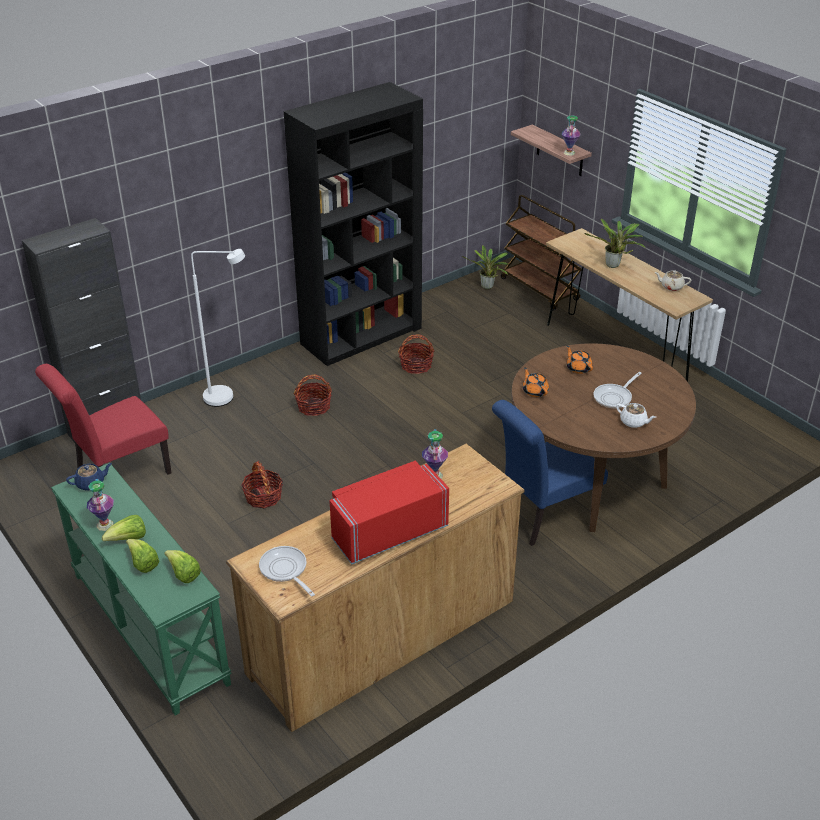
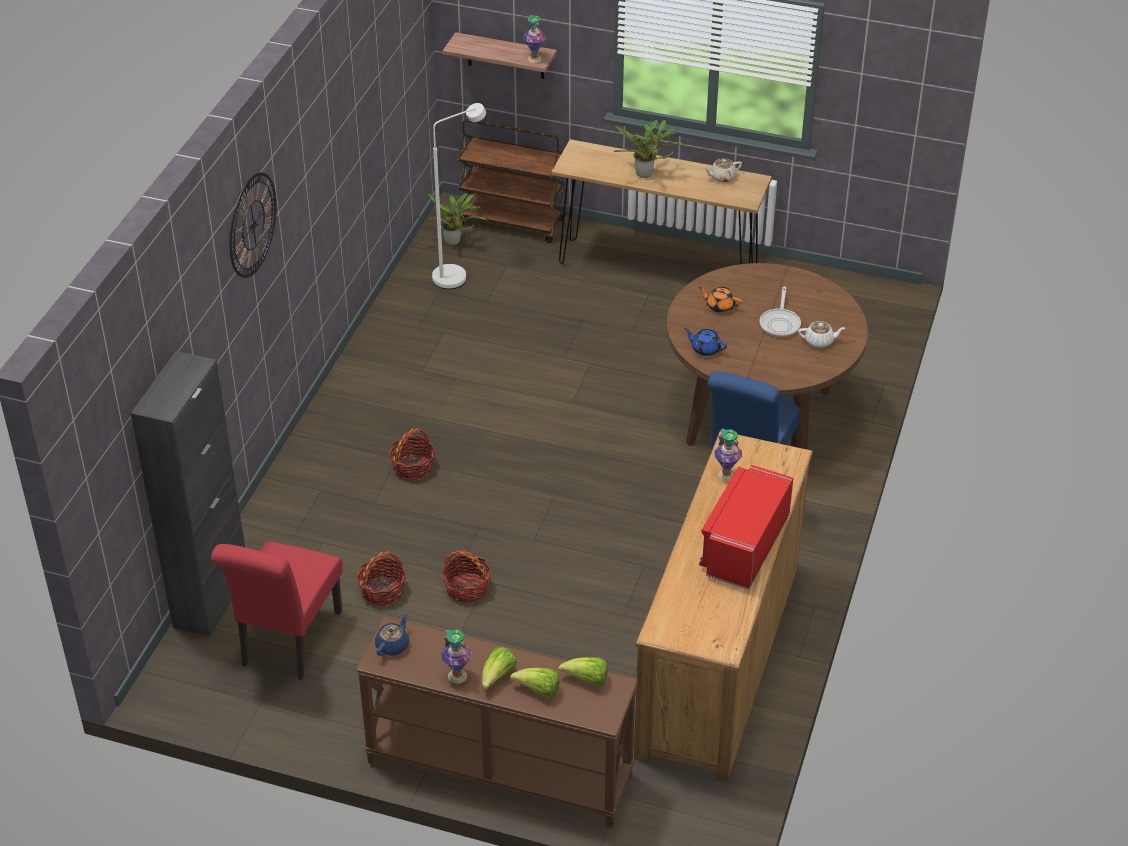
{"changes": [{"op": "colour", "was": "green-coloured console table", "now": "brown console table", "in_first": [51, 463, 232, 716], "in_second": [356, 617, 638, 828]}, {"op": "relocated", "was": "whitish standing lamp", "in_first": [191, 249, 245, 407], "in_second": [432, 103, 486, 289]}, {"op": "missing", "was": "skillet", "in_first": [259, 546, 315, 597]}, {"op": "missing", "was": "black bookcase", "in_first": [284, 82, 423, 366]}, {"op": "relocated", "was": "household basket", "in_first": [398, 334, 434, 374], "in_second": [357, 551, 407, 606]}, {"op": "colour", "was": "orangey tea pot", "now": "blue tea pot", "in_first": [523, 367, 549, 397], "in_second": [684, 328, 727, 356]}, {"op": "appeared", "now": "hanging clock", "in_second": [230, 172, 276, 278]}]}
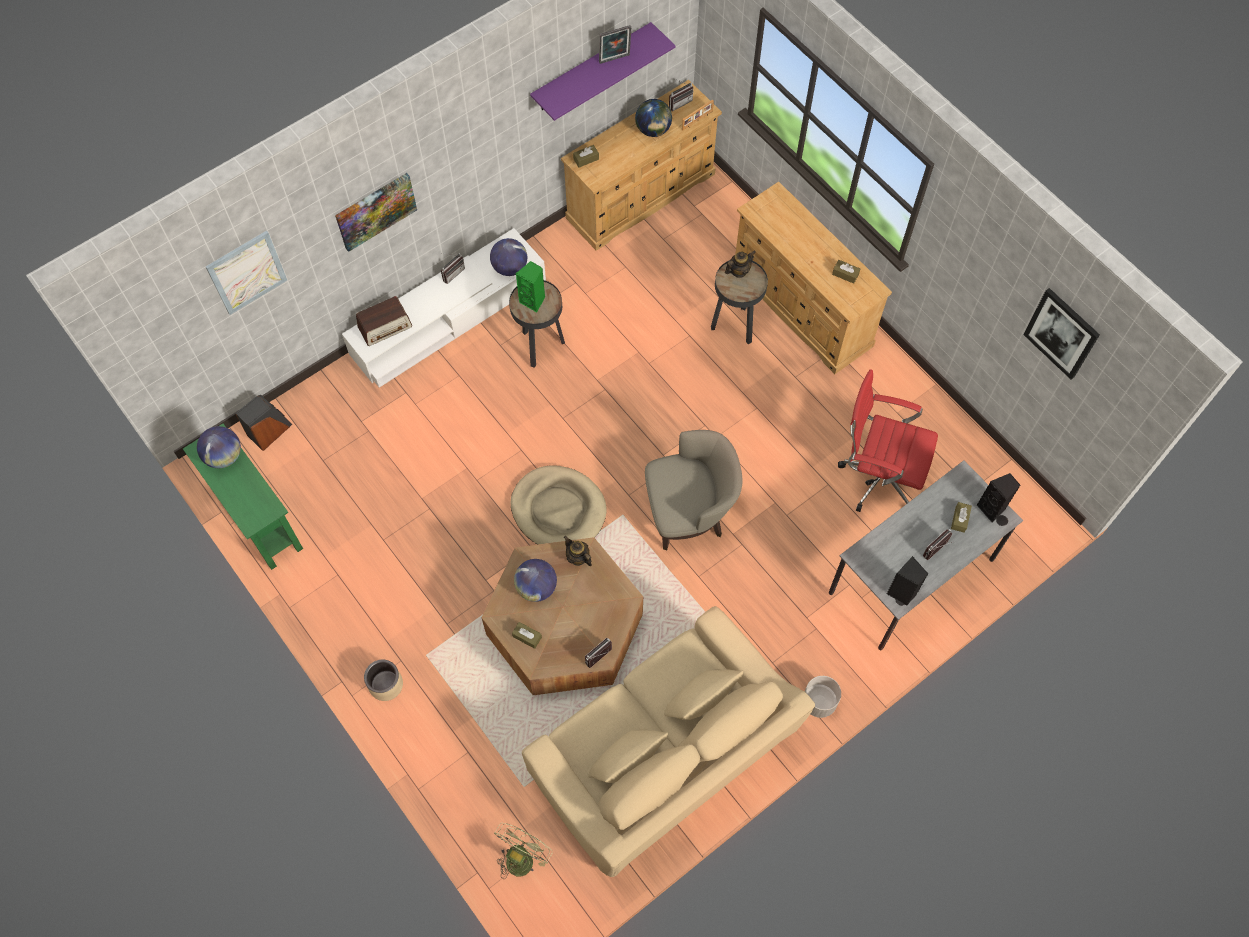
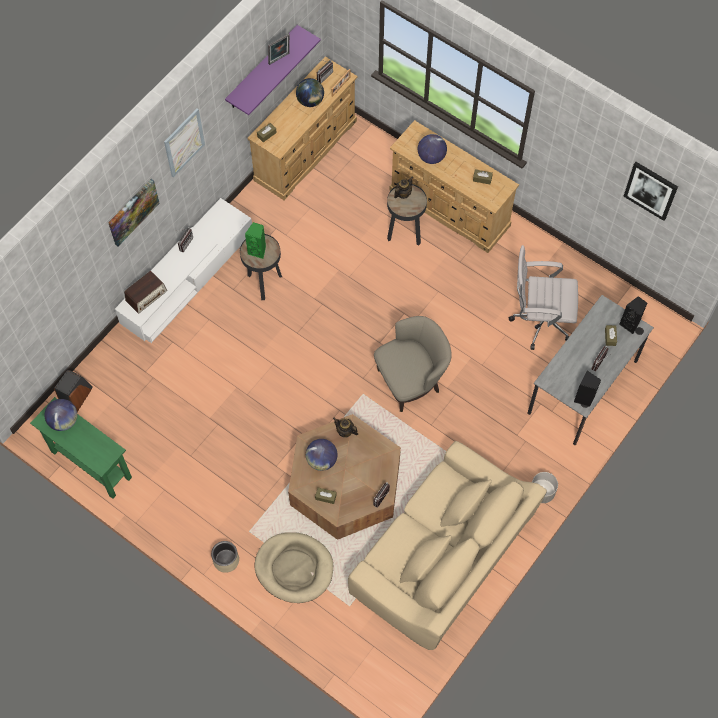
{"changes": [{"op": "relocated", "was": "wall picture", "in_first": [206, 231, 287, 315], "in_second": [164, 108, 205, 177]}, {"op": "relocated", "was": "globe", "in_first": [490, 238, 527, 276], "in_second": [418, 134, 447, 164]}, {"op": "missing", "was": "green-coloured electric fan", "in_first": [494, 823, 553, 879]}, {"op": "relocated", "was": "beige dog bed", "in_first": [511, 465, 607, 545], "in_second": [254, 532, 333, 603]}, {"op": "colour", "was": "red computer chair", "now": "whitish computer chair", "in_first": [838, 369, 938, 512], "in_second": [509, 245, 578, 350]}]}
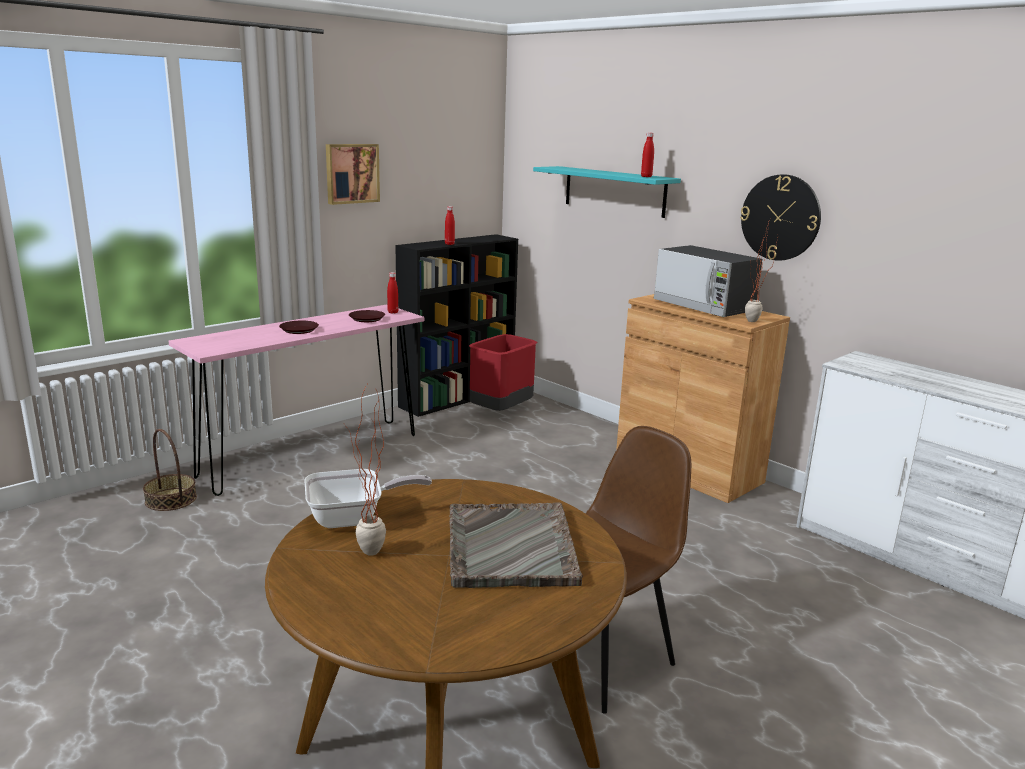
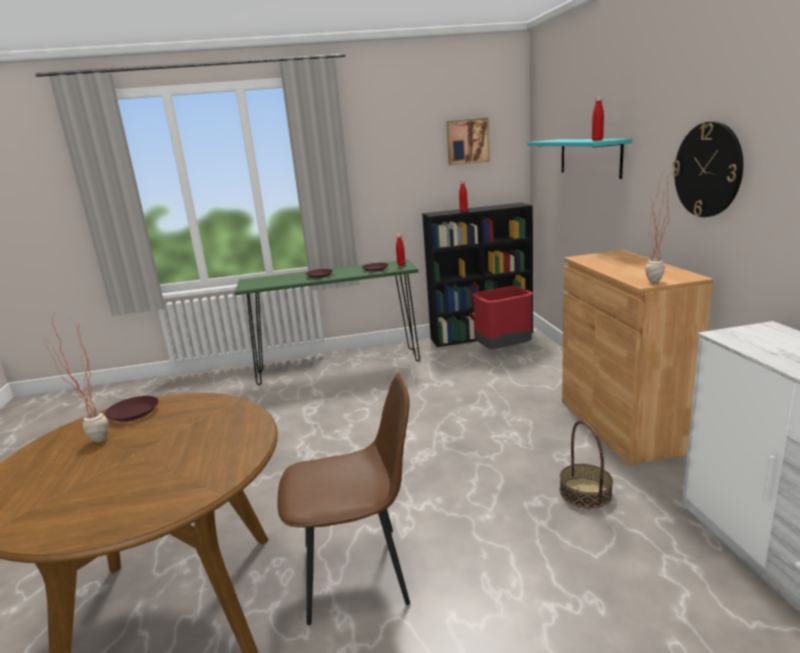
{"changes": [{"op": "relocated", "was": "household basket", "in_first": [143, 429, 197, 511], "in_second": [560, 420, 613, 509]}, {"op": "colour", "was": "pink console table", "now": "green-coloured console table", "in_first": [168, 305, 424, 496], "in_second": [235, 259, 420, 385]}, {"op": "exchanged", "was": "skillet", "now": "brown flat dish", "in_first": [304, 469, 432, 528], "in_second": [105, 396, 159, 422]}, {"op": "relocated", "was": "wall picture", "in_first": [326, 144, 380, 205], "in_second": [447, 118, 490, 165]}, {"op": "missing", "was": "greyish carrying tray", "in_first": [449, 503, 583, 588]}, {"op": "missing", "was": "kitchen microwave", "in_first": [654, 245, 762, 317]}]}
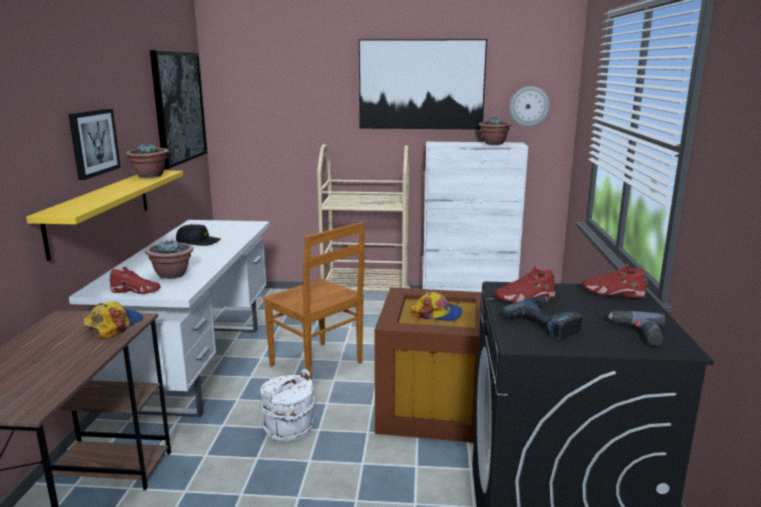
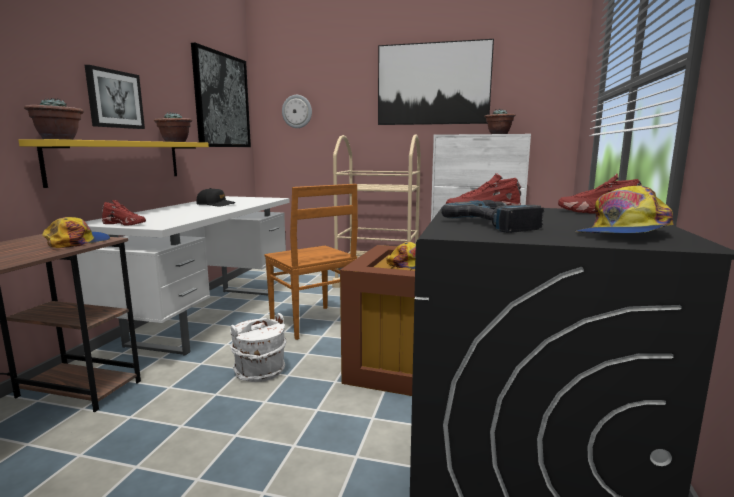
{"changes": [{"op": "relocated", "was": "plant in a pot", "in_first": [145, 239, 193, 279], "in_second": [24, 98, 84, 140]}, {"op": "relocated", "was": "hanging clock", "in_first": [510, 86, 550, 127], "in_second": [282, 95, 312, 128]}, {"op": "exchanged", "was": "electric drill", "now": "baseball cap", "in_first": [608, 311, 665, 346], "in_second": [575, 186, 674, 234]}]}
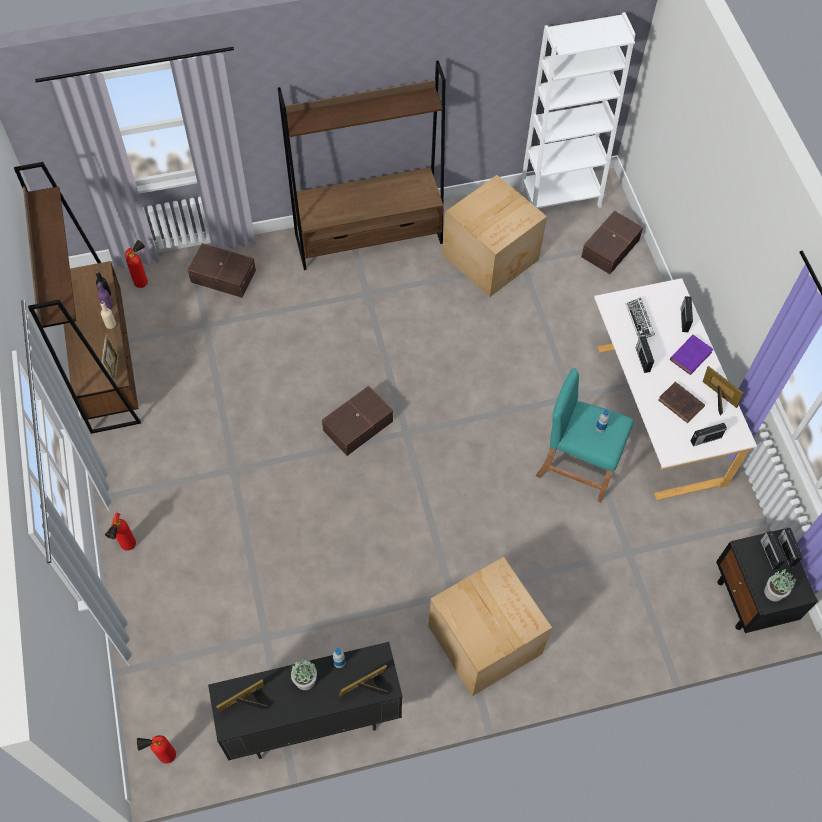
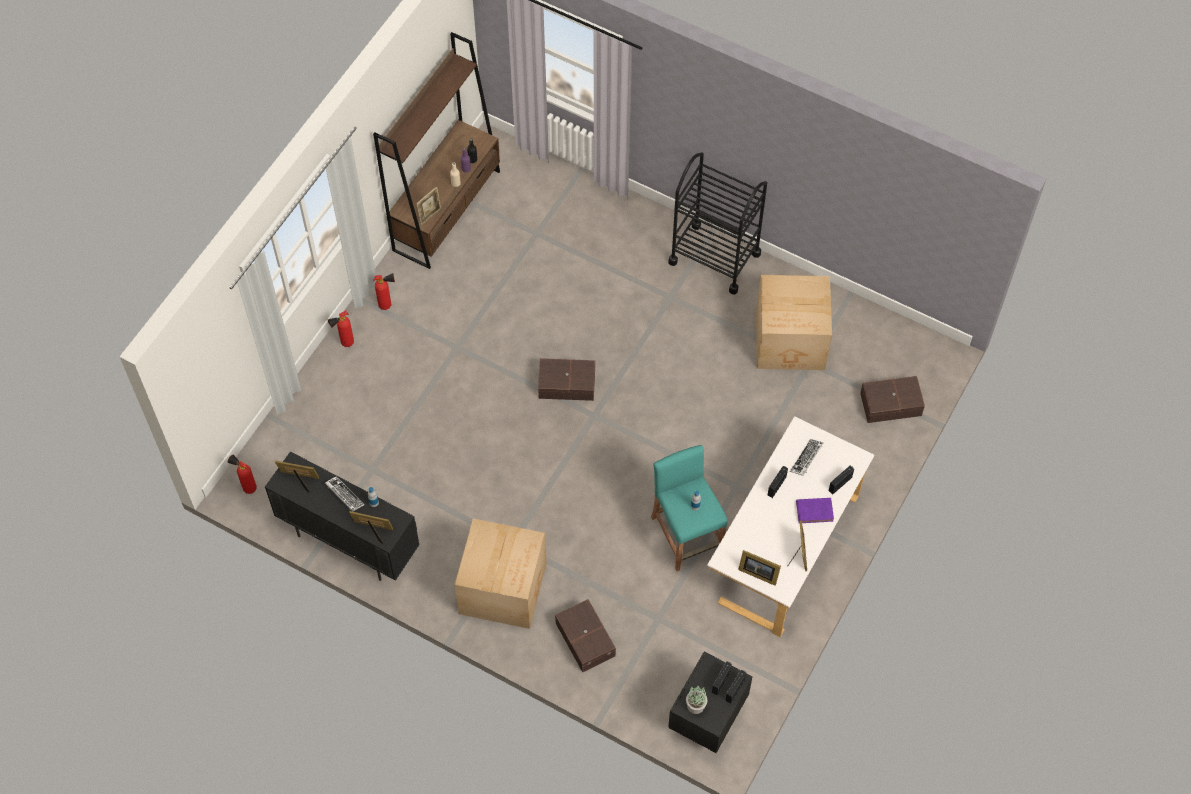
{"changes": [{"op": "relocated", "was": "fire-fighting cylinder", "in_first": [125, 240, 148, 288], "in_second": [373, 273, 395, 310]}, {"op": "relocated", "was": "brown storage container", "in_first": [188, 243, 256, 298], "in_second": [555, 599, 616, 672]}, {"op": "exchanged", "was": "brown bookcase", "now": "black trolley", "in_first": [278, 60, 446, 270], "in_second": [668, 152, 767, 294]}, {"op": "exchanged", "was": "plant in a pot", "now": "PC keyboard", "in_first": [291, 658, 317, 690], "in_second": [325, 476, 365, 512]}, {"op": "missing", "was": "whitish bookcase", "in_first": [520, 12, 635, 209]}, {"op": "missing", "was": "brown volume", "in_first": [658, 382, 705, 423]}, {"op": "exchanged", "was": "radio set", "now": "picture frame", "in_first": [691, 423, 727, 446], "in_second": [738, 550, 781, 586]}]}
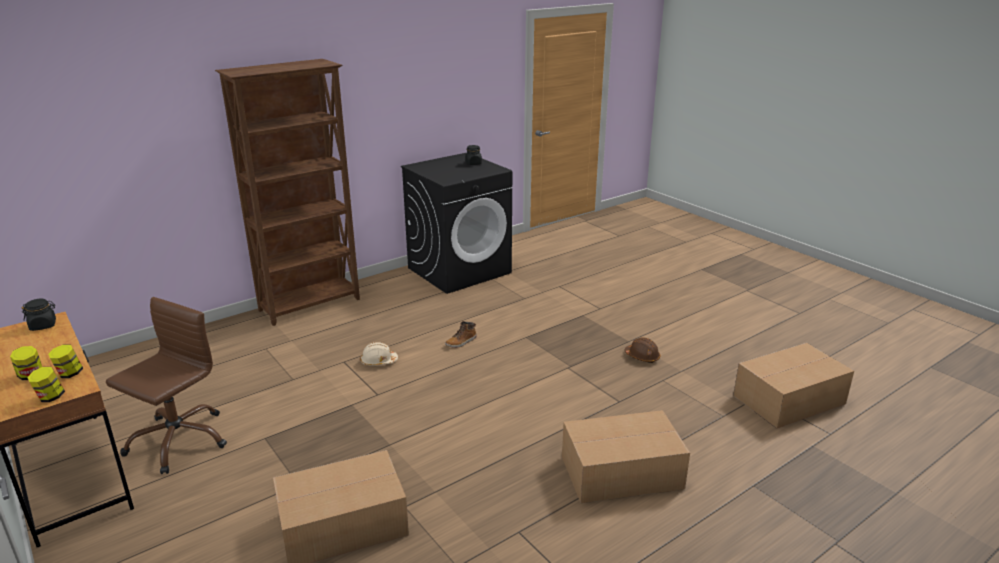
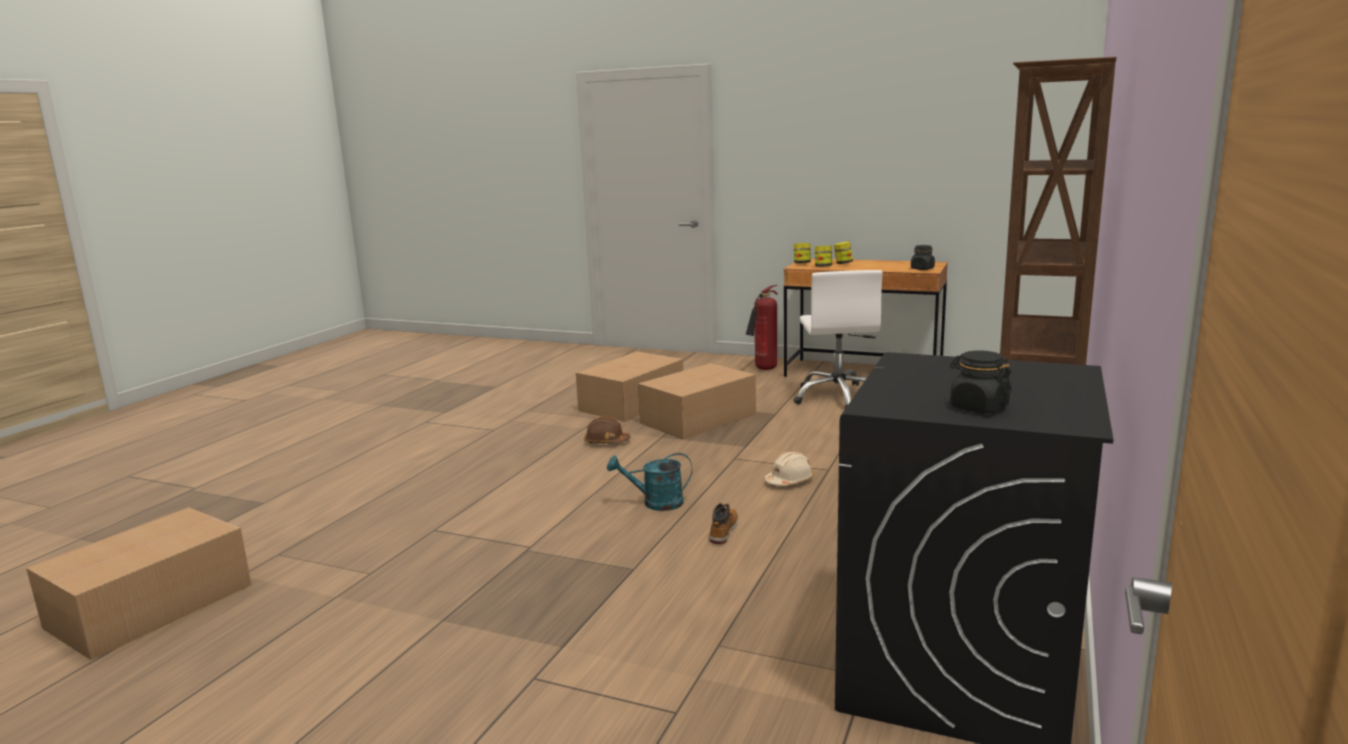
{"changes": [{"op": "colour", "was": "brown computer chair", "now": "whitish computer chair", "in_first": [106, 297, 227, 474], "in_second": [794, 270, 883, 408]}, {"op": "relocated", "was": "carton", "in_first": [562, 410, 690, 503], "in_second": [638, 363, 756, 439]}, {"op": "relocated", "was": "brown work helmet", "in_first": [624, 337, 660, 363], "in_second": [584, 416, 631, 443]}, {"op": "appeared", "now": "turquoise watering pot", "in_second": [607, 453, 692, 511]}, {"op": "appeared", "now": "fire-fighting cylinder", "in_second": [746, 285, 778, 370]}]}
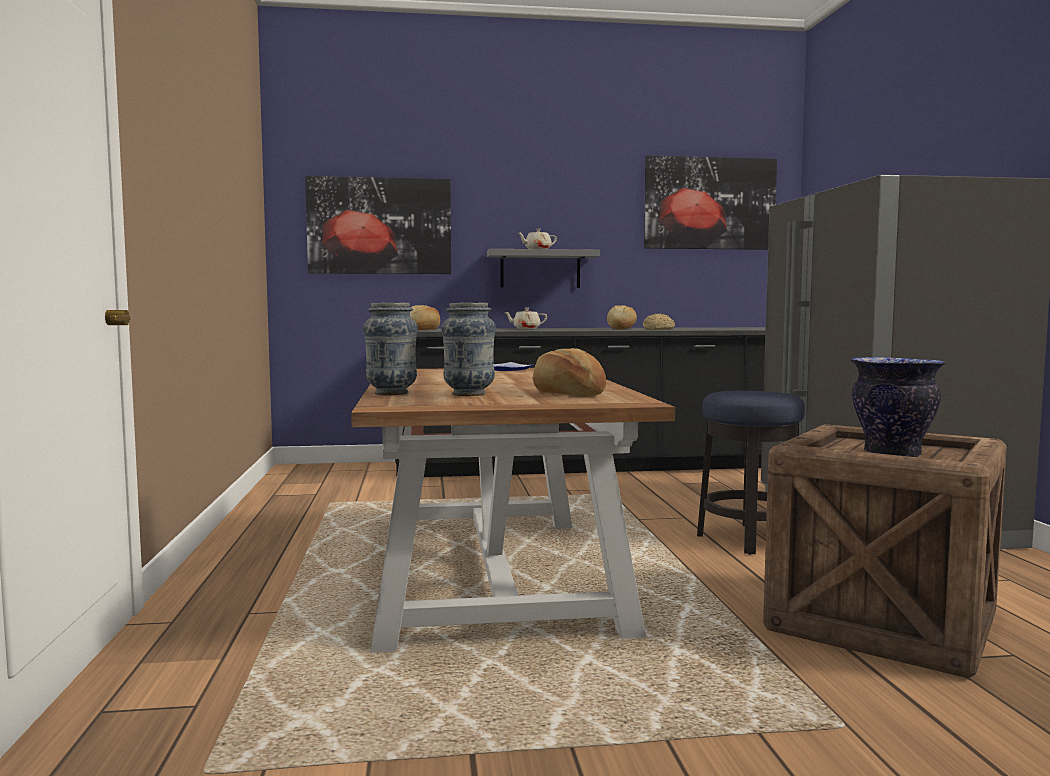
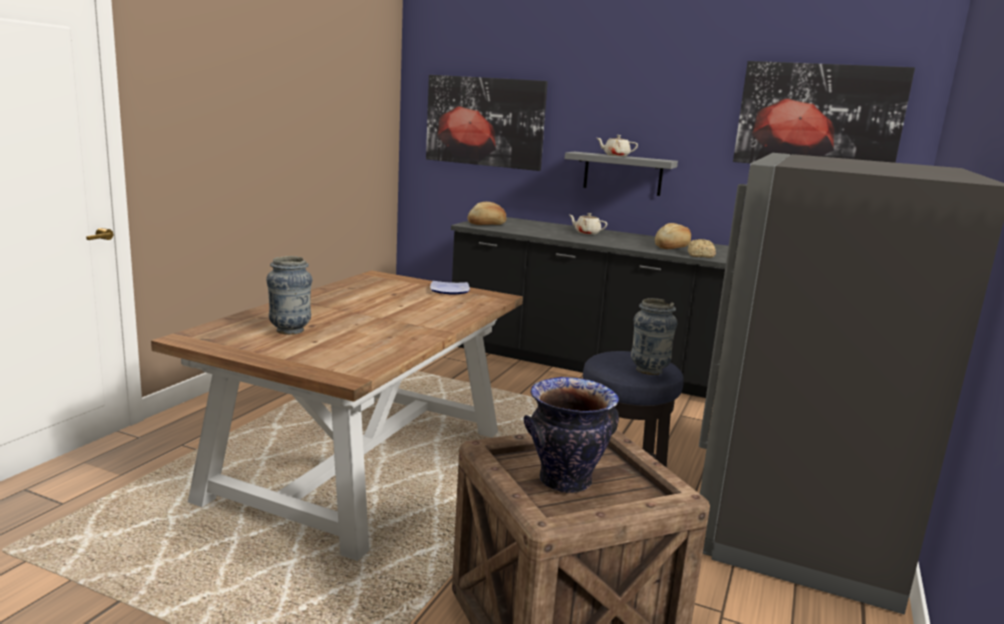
{"changes": [{"op": "relocated", "was": "flower vase", "in_first": [363, 303, 418, 395], "in_second": [631, 298, 677, 375]}, {"op": "missing", "was": "bakery bread", "in_first": [533, 348, 606, 397]}]}
